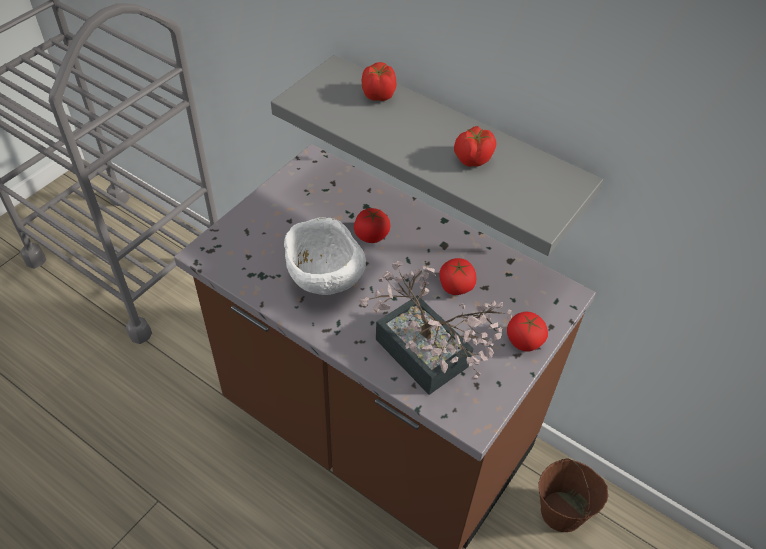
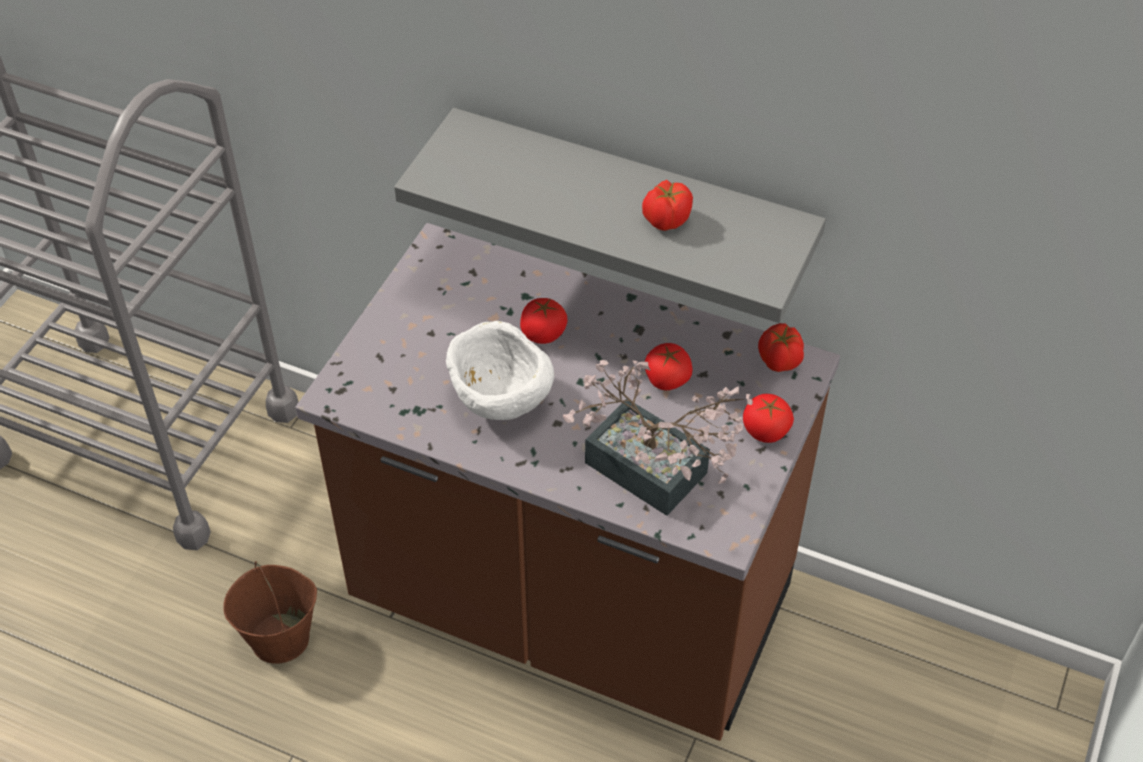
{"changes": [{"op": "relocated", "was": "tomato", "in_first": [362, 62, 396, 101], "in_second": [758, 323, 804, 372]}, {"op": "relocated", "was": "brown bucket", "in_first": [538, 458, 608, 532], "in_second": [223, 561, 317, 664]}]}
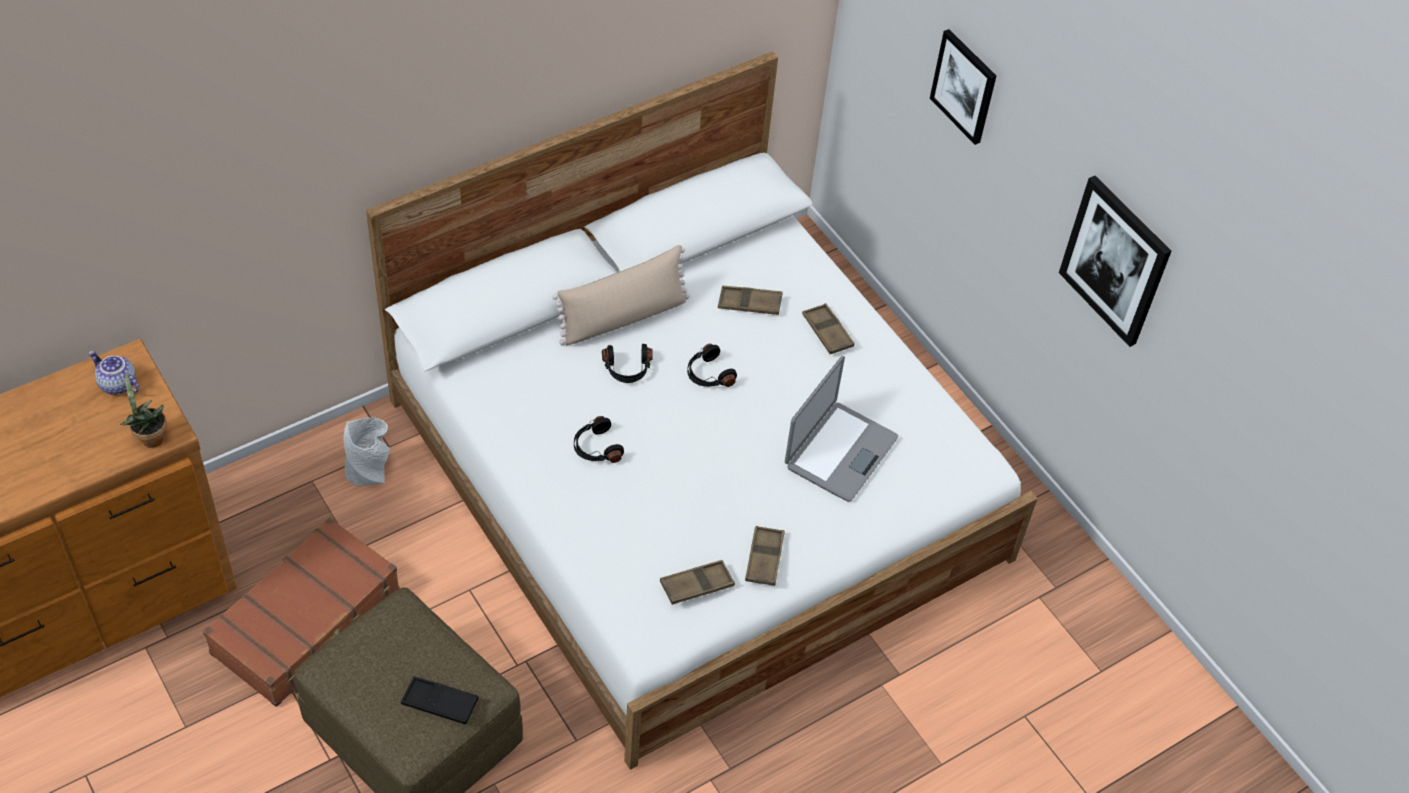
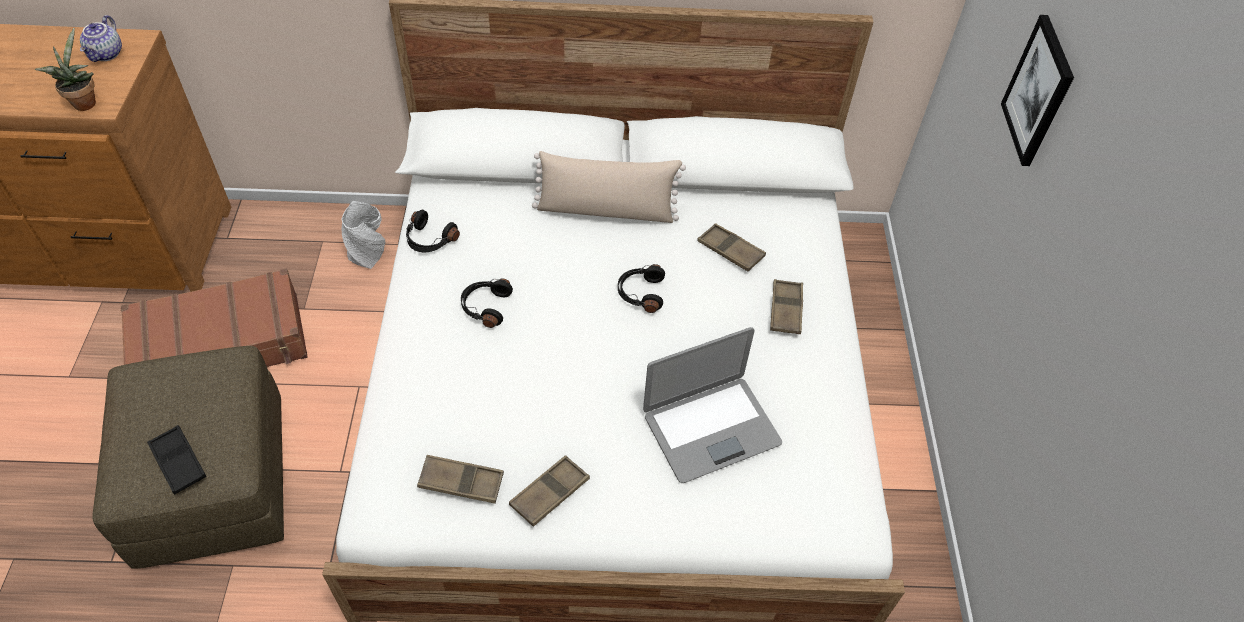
{"changes": [{"op": "spun", "was": "tea pot", "in_first": [88, 351, 140, 395], "in_second": [80, 15, 122, 62], "clockwise": -150}, {"op": "relocated", "was": "black headphones", "in_first": [602, 344, 653, 383], "in_second": [406, 210, 460, 252]}, {"op": "missing", "was": "wall picture", "in_first": [1059, 176, 1171, 347]}]}
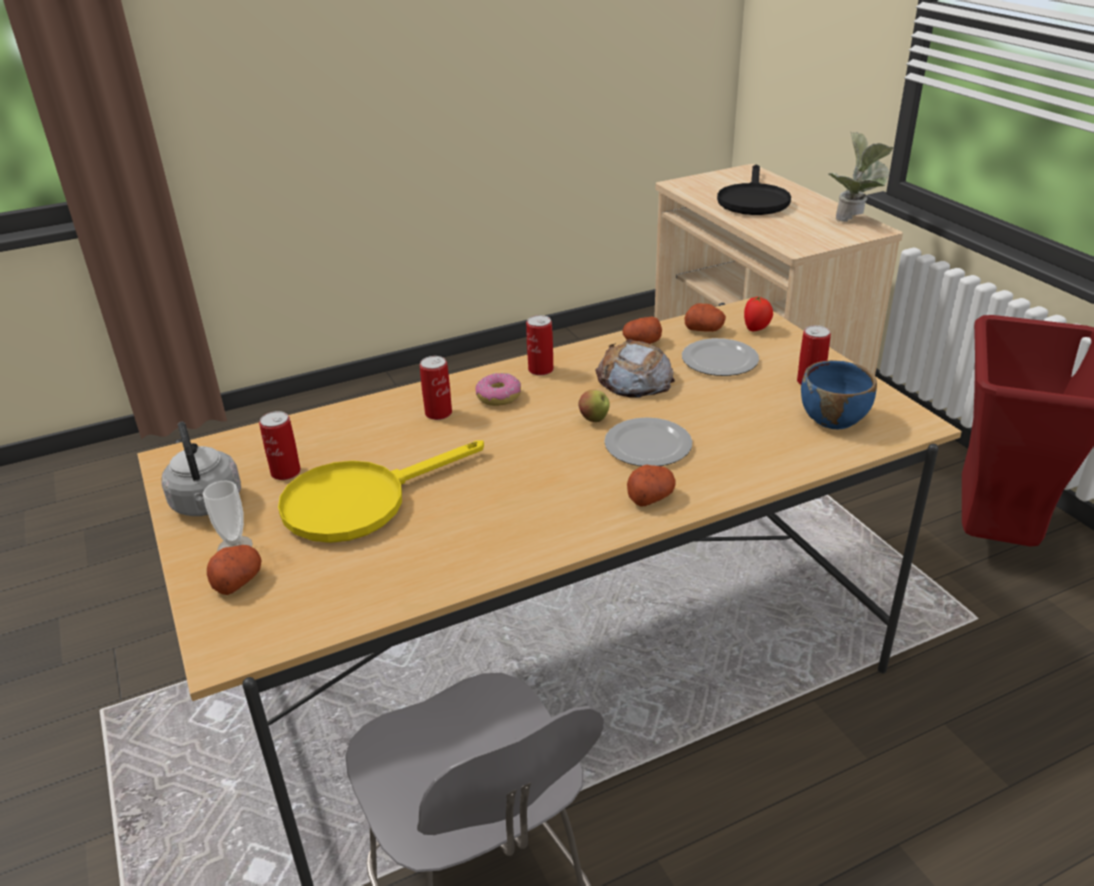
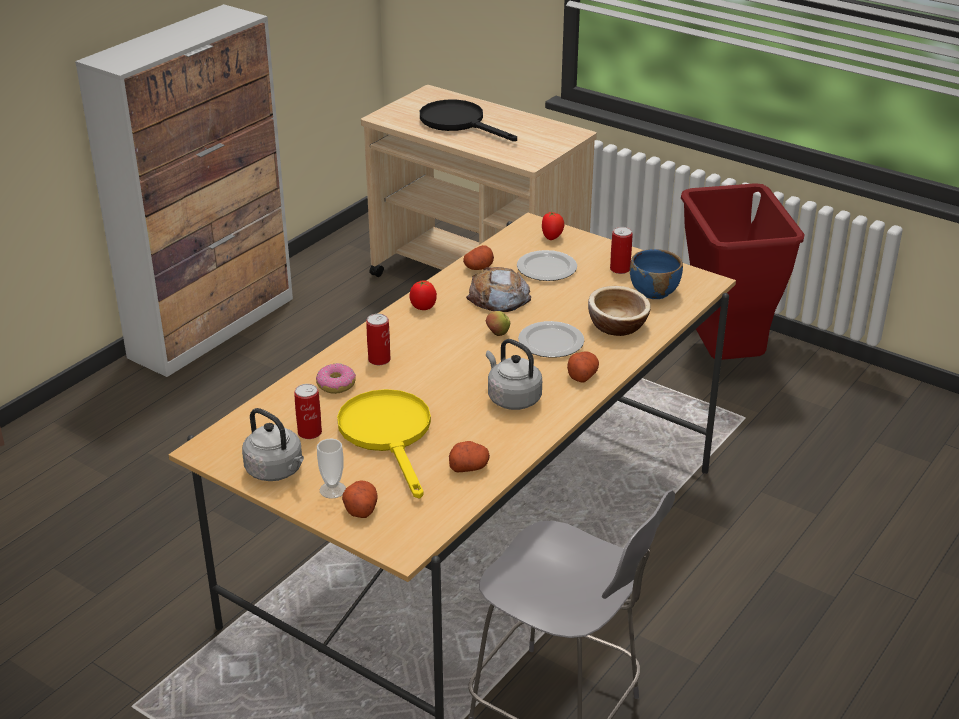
{"changes": [{"op": "spun", "was": "yellow-coloured skillet", "in_first": [278, 440, 484, 543], "in_second": [337, 389, 431, 498], "clockwise": 135}, {"op": "relocated", "was": "ring doughnut", "in_first": [475, 373, 521, 406], "in_second": [316, 363, 356, 394]}, {"op": "exchanged", "was": "sealed can", "now": "tomato", "in_first": [526, 315, 553, 376], "in_second": [410, 280, 437, 310]}, {"op": "relocated", "was": "potato", "in_first": [685, 303, 726, 332], "in_second": [449, 441, 490, 472]}, {"op": "spun", "was": "black skillet", "in_first": [717, 164, 791, 215], "in_second": [420, 100, 517, 141], "clockwise": 150}, {"op": "missing", "was": "plant in a pot", "in_first": [828, 132, 893, 222]}, {"op": "appeared", "now": "storage cabinet", "in_second": [75, 4, 293, 377]}, {"op": "appeared", "now": "greyish tea kettle", "in_second": [486, 339, 542, 410]}, {"op": "appeared", "now": "deep dish", "in_second": [588, 286, 651, 336]}]}
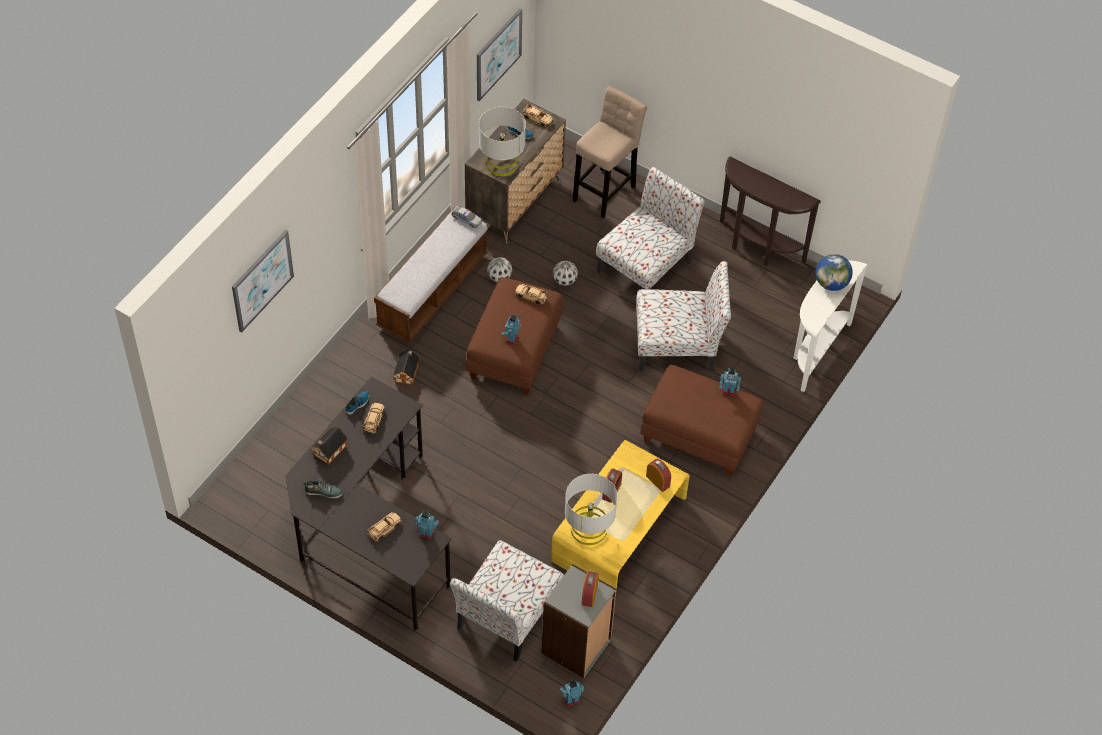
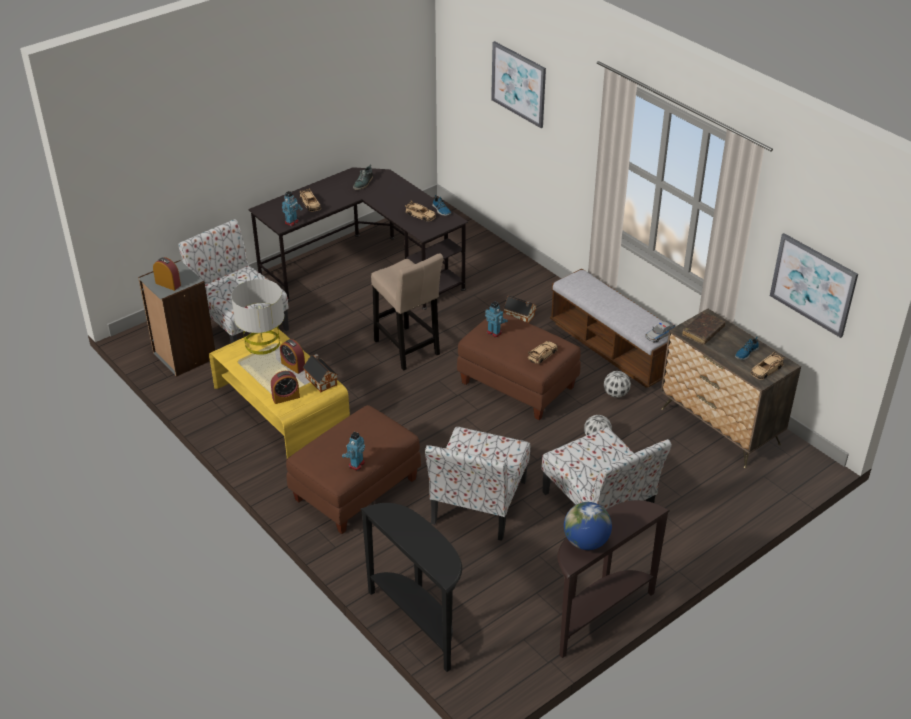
{"changes": [{"op": "relocated", "was": "model house", "in_first": [311, 427, 348, 465], "in_second": [303, 354, 338, 392]}, {"op": "exchanged", "was": "greyish lamp for a table", "now": "brown volume", "in_first": [479, 107, 526, 176], "in_second": [682, 312, 726, 345]}, {"op": "missing", "was": "toy robot", "in_first": [560, 680, 584, 707]}, {"op": "relocated", "was": "beige stool", "in_first": [573, 86, 647, 218], "in_second": [371, 253, 443, 371]}, {"op": "colour", "was": "whitish console table", "now": "black console table", "in_first": [793, 261, 868, 392], "in_second": [360, 503, 462, 672]}, {"op": "relocated", "was": "globe", "in_first": [816, 254, 853, 291], "in_second": [564, 502, 612, 550]}]}
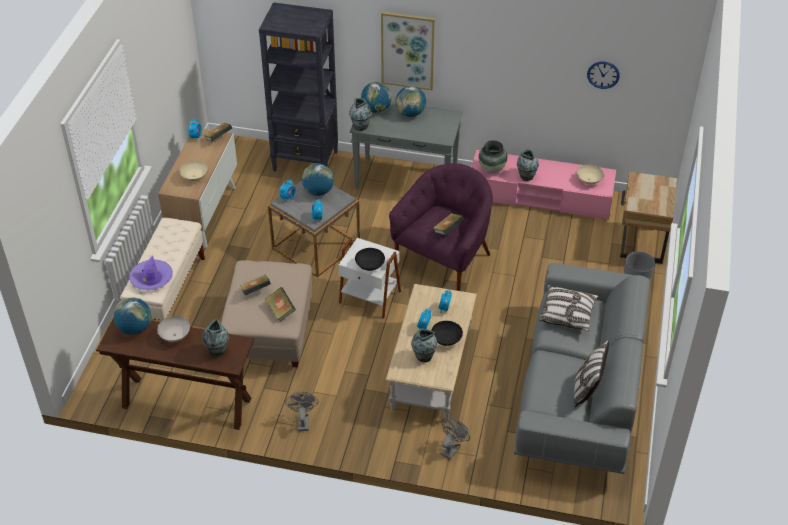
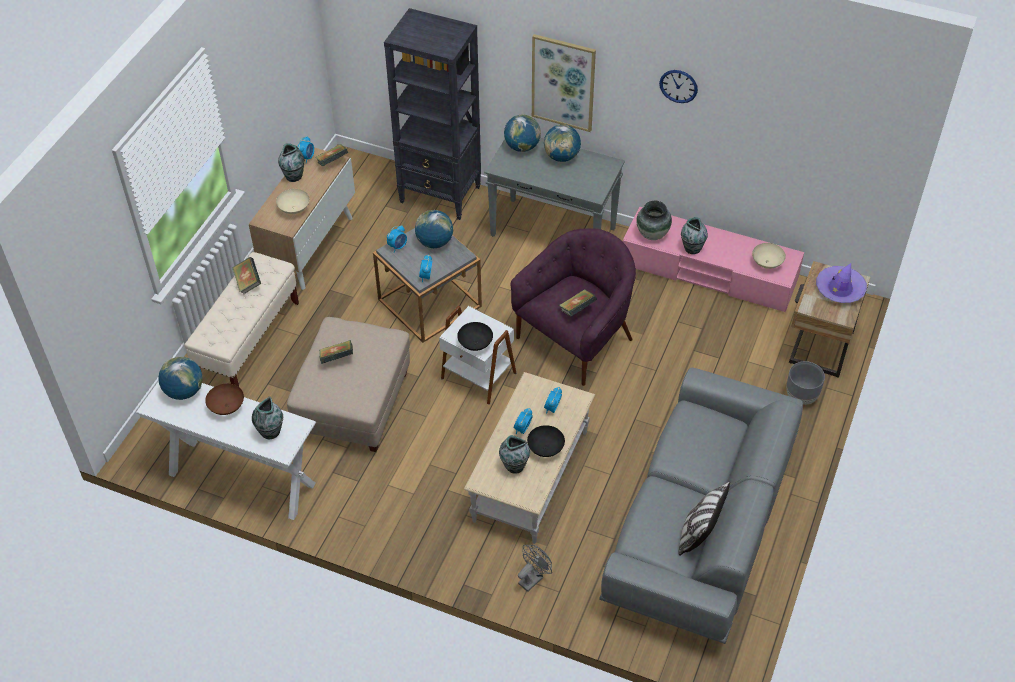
{"changes": [{"op": "colour", "was": "brown console table", "now": "whitish console table", "in_first": [96, 317, 254, 430], "in_second": [136, 381, 316, 520]}, {"op": "relocated", "was": "purple clothing hat", "in_first": [129, 256, 173, 290], "in_second": [816, 263, 867, 303]}, {"op": "colour", "was": "whitish deep dish", "now": "brown deep dish", "in_first": [157, 316, 190, 342], "in_second": [205, 384, 244, 415]}, {"op": "relocated", "was": "volume", "in_first": [266, 287, 296, 321], "in_second": [232, 257, 261, 294]}, {"op": "missing", "was": "greyish electric fan", "in_first": [285, 392, 318, 431]}, {"op": "relocated", "was": "flower vase", "in_first": [349, 98, 372, 131], "in_second": [278, 144, 305, 182]}, {"op": "missing", "was": "pillow", "in_first": [539, 285, 598, 331]}, {"op": "relocated", "was": "hanging clock", "in_first": [587, 62, 620, 89], "in_second": [659, 70, 698, 103]}]}
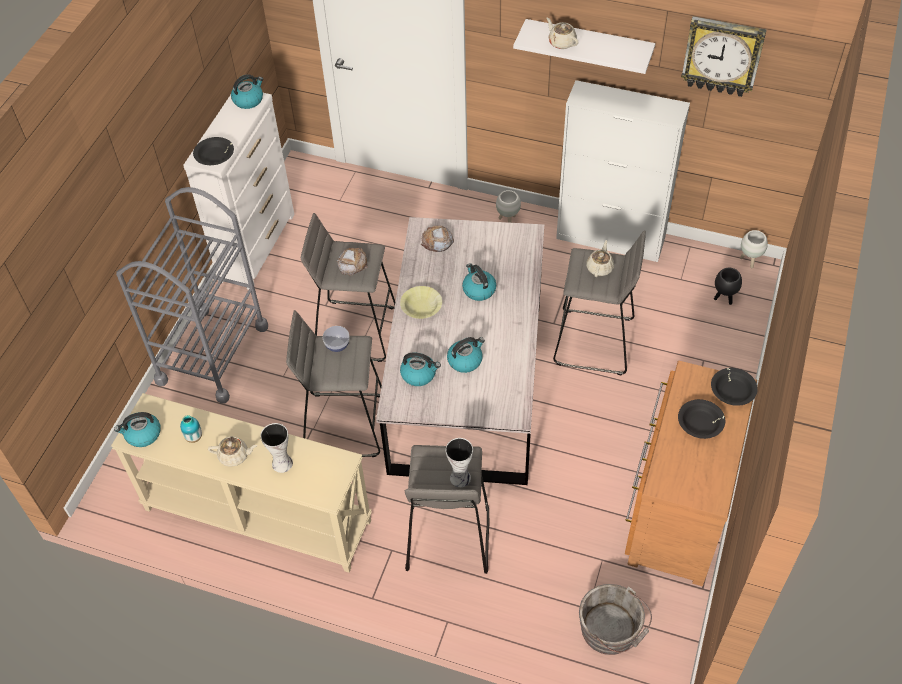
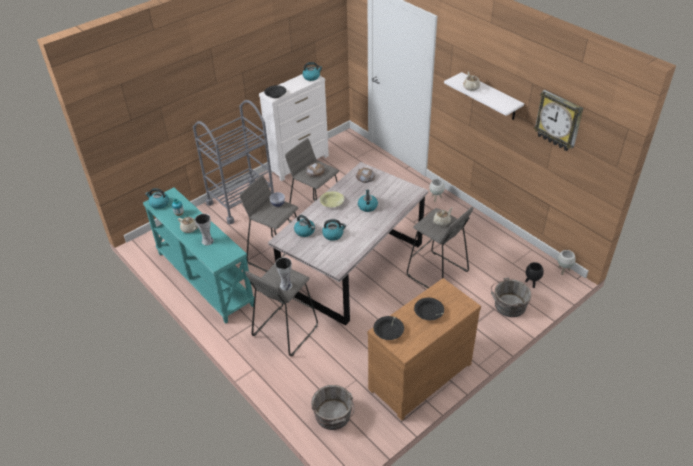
{"changes": [{"op": "colour", "was": "beige console table", "now": "turquoise console table", "in_first": [111, 393, 372, 573], "in_second": [143, 188, 254, 324]}, {"op": "missing", "was": "whitish storage cabinet", "in_first": [556, 80, 690, 262]}, {"op": "relocated", "was": "black deep dish", "in_first": [711, 368, 758, 406], "in_second": [374, 316, 404, 340]}, {"op": "appeared", "now": "greyish bucket", "in_second": [491, 277, 531, 317]}]}
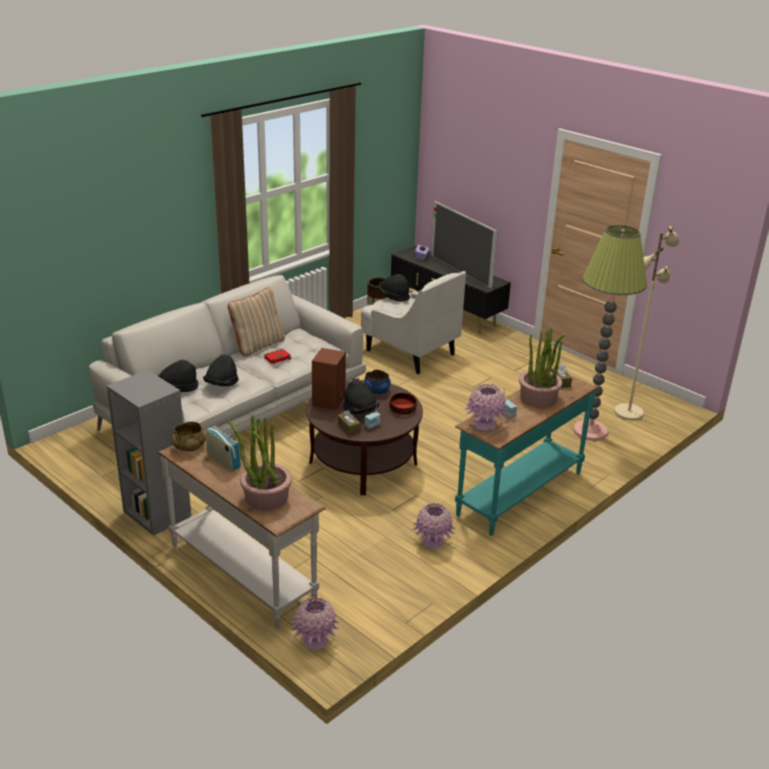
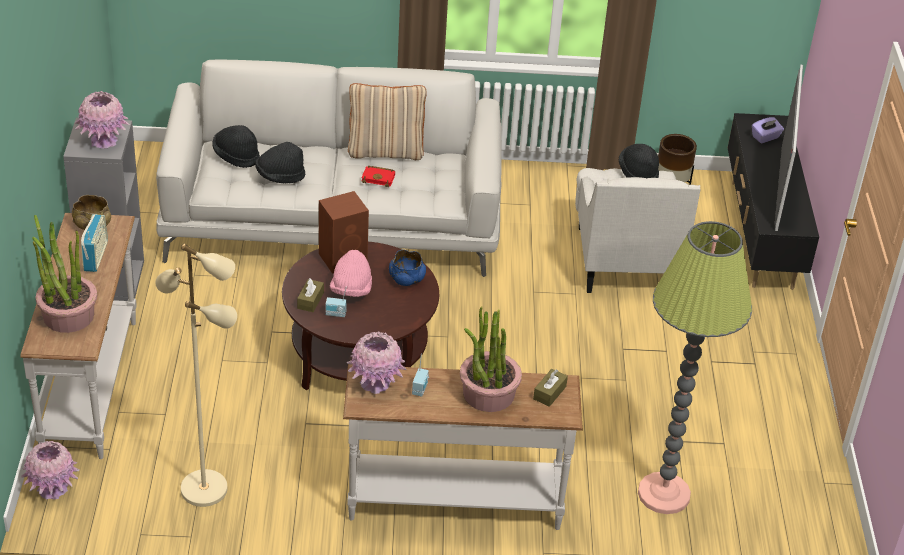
{"changes": [{"op": "colour", "was": "black clothing hat", "now": "pink clothing hat", "in_first": [343, 381, 379, 414], "in_second": [330, 250, 372, 297]}, {"op": "missing", "was": "deep dish", "in_first": [389, 393, 417, 415]}, {"op": "relocated", "was": "pink flower vase", "in_first": [412, 503, 456, 549], "in_second": [75, 91, 130, 149]}, {"op": "colour", "was": "turquoise console table", "now": "whitish console table", "in_first": [455, 375, 598, 536], "in_second": [343, 364, 583, 530]}, {"op": "relocated", "was": "beige standing lamp", "in_first": [614, 226, 679, 421], "in_second": [156, 244, 237, 507]}]}
